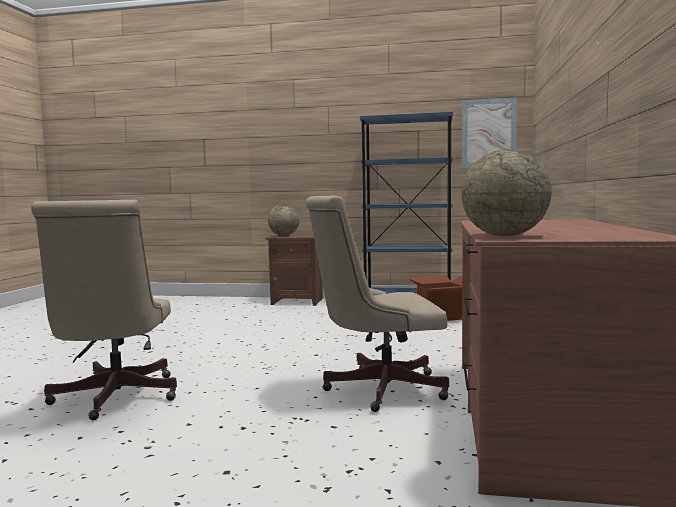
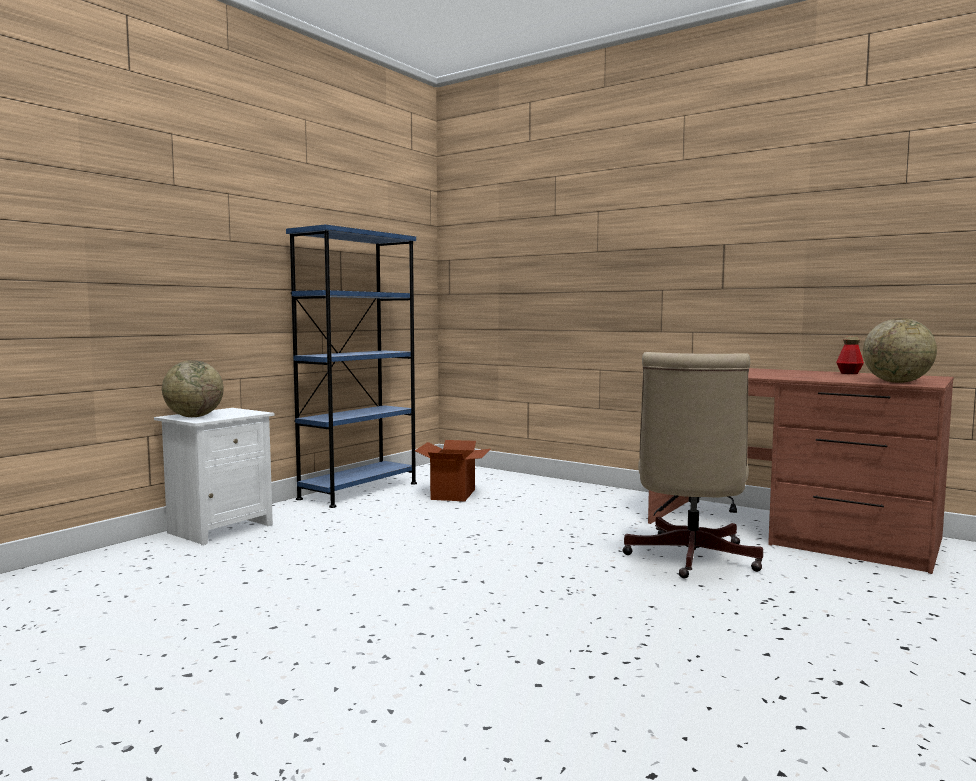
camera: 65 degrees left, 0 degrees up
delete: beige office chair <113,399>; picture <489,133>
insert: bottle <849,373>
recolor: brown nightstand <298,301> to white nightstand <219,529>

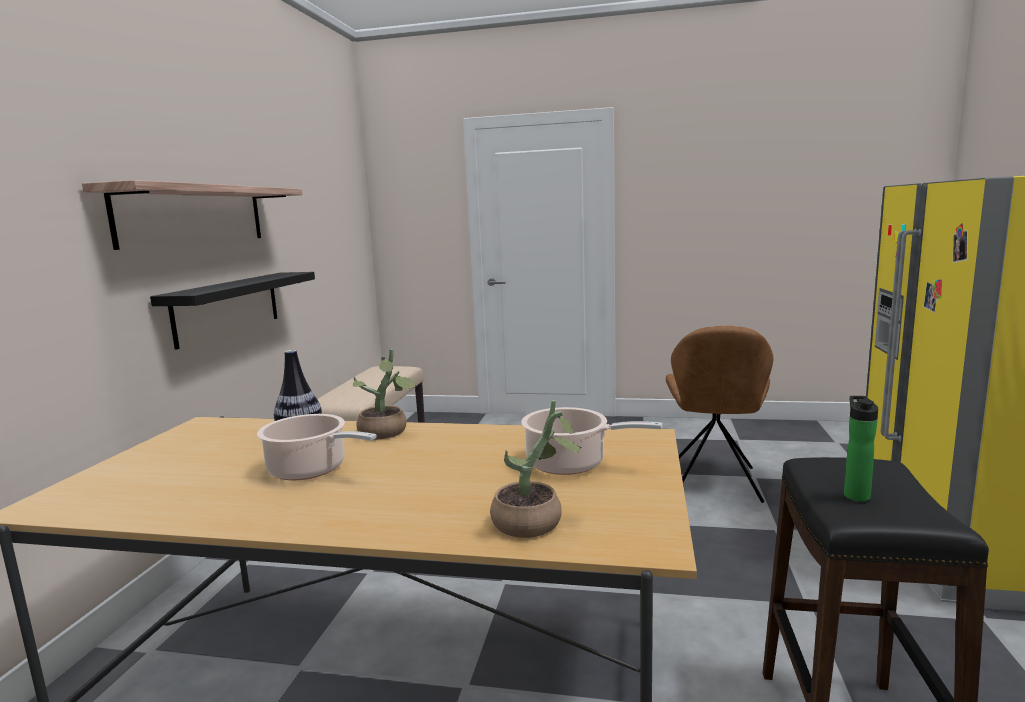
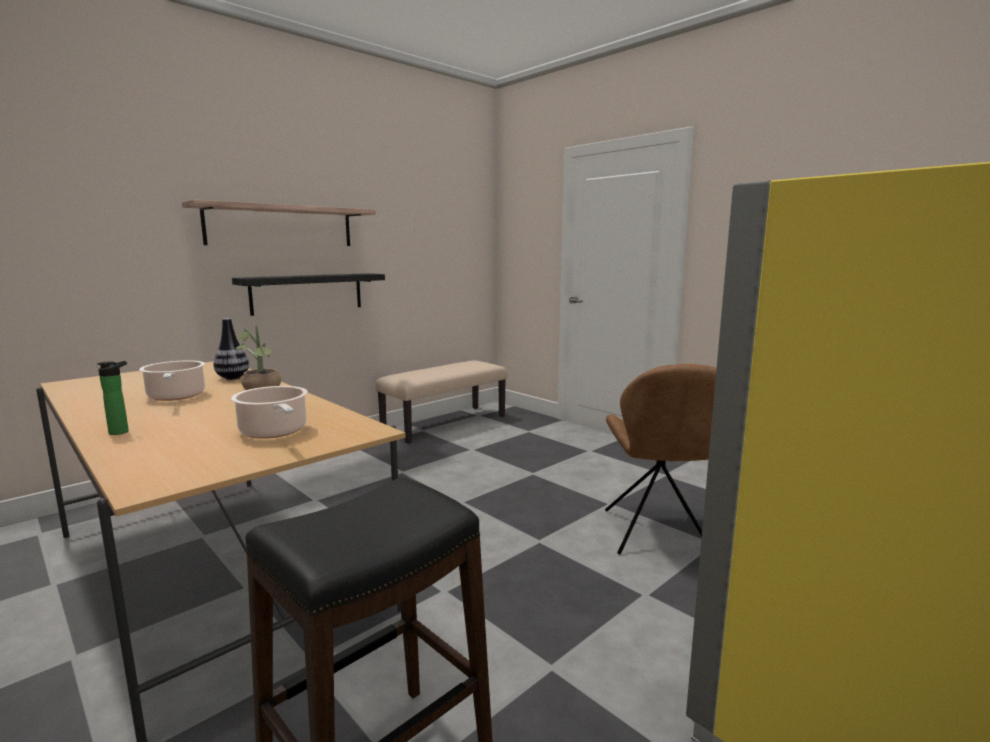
camera: 35 degrees right, 0 degrees up
delete: potted plant <536,523>
move: bottle <855,495> to <122,432>
rotate: brown chair <714,484> = <657,535> 45 degrees counterclockwise

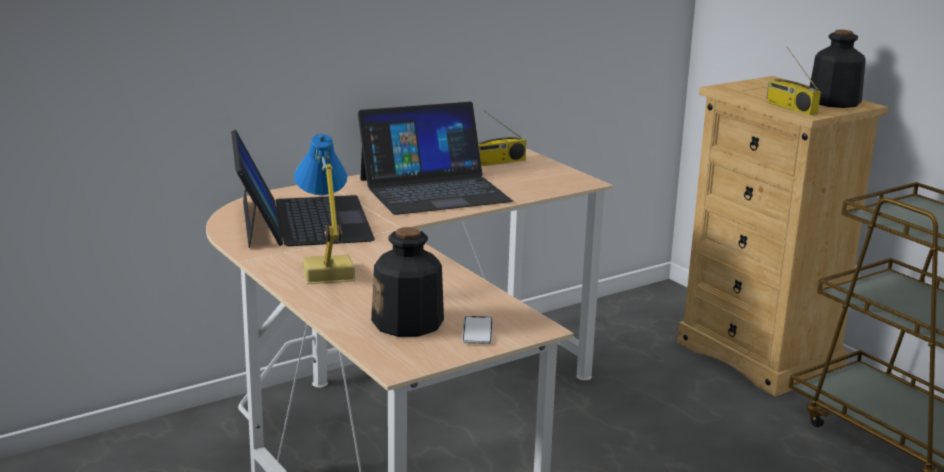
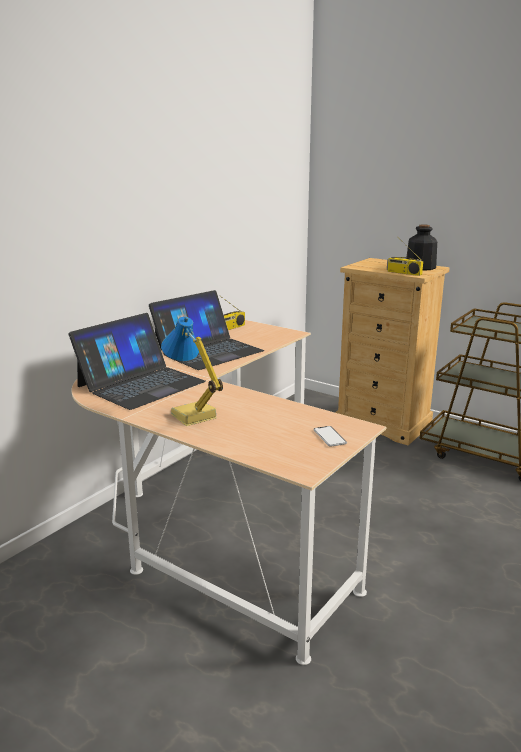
camera: 20 degrees left, 0 degrees up
delete: bottle <408,323>
rotate: laptop <302,221> = <140,384> 75 degrees clockwise

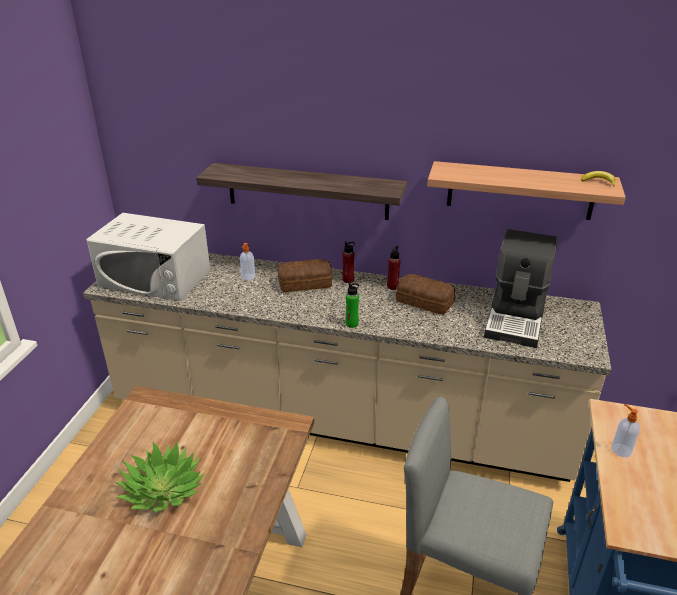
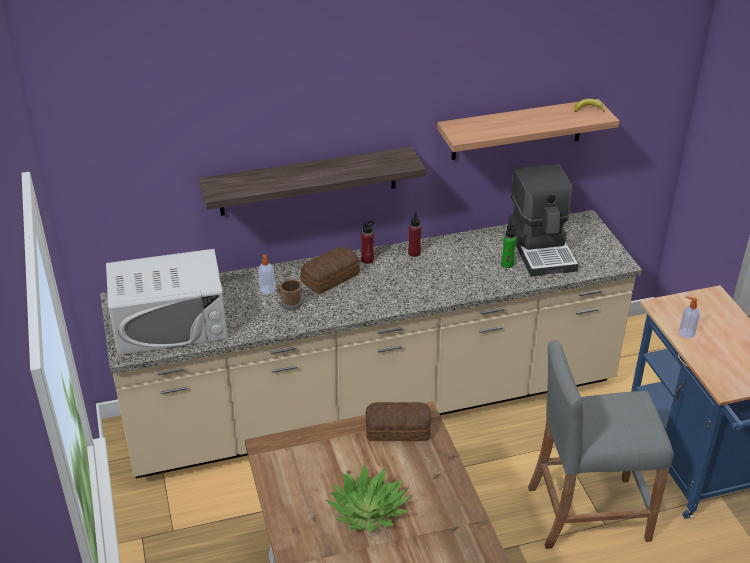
camera: 30 degrees left, 5 degrees up
insert: brown mug <289,303>
move: green bottle <352,324> to <507,264>; bread <425,302> to <399,430>

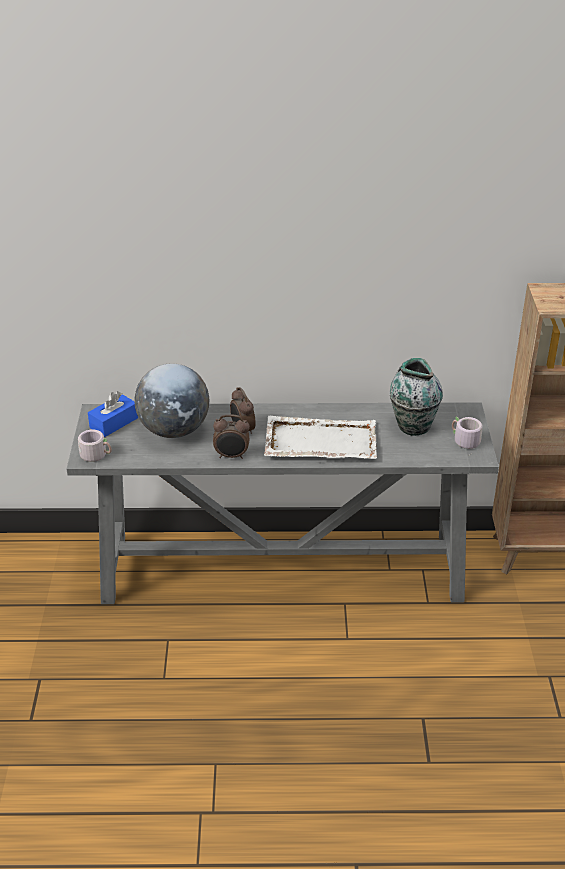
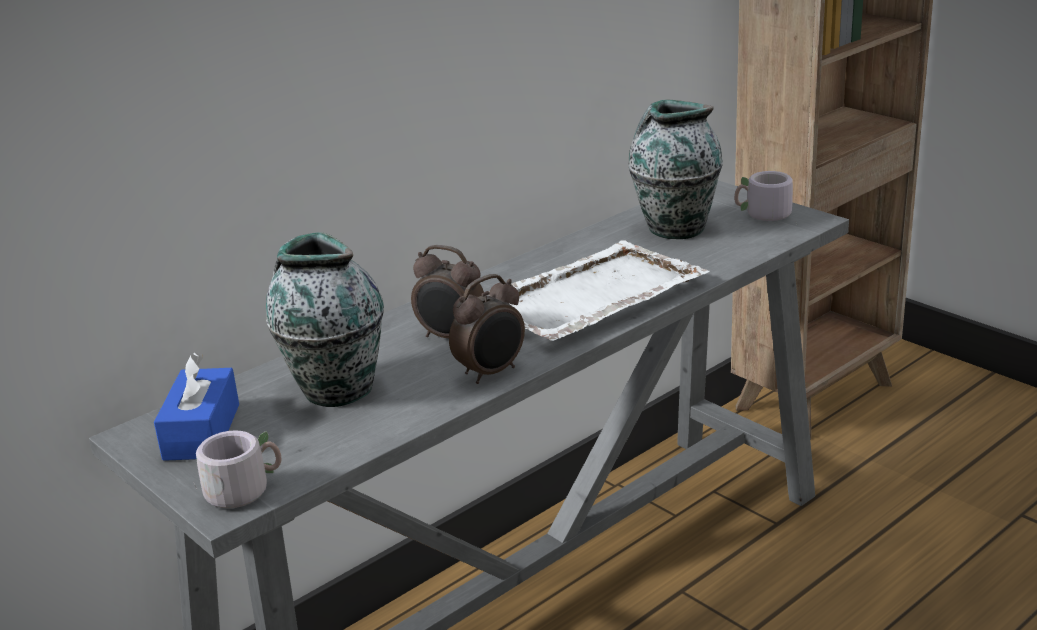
camera: 40 degrees left, 10 degrees down
replace: globe <174,430> to vase <335,389>

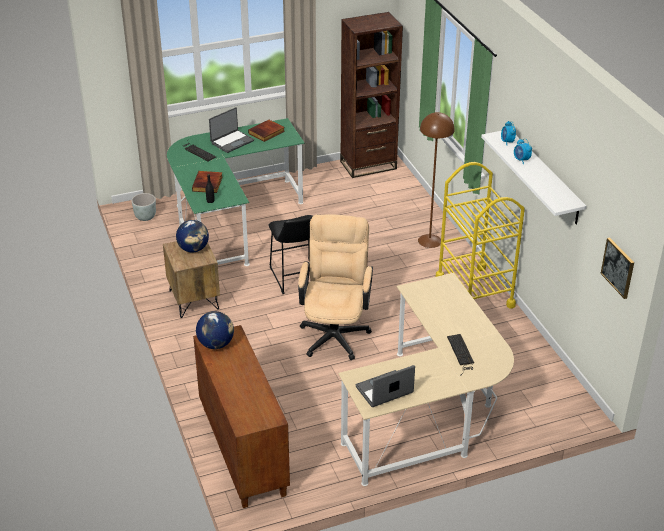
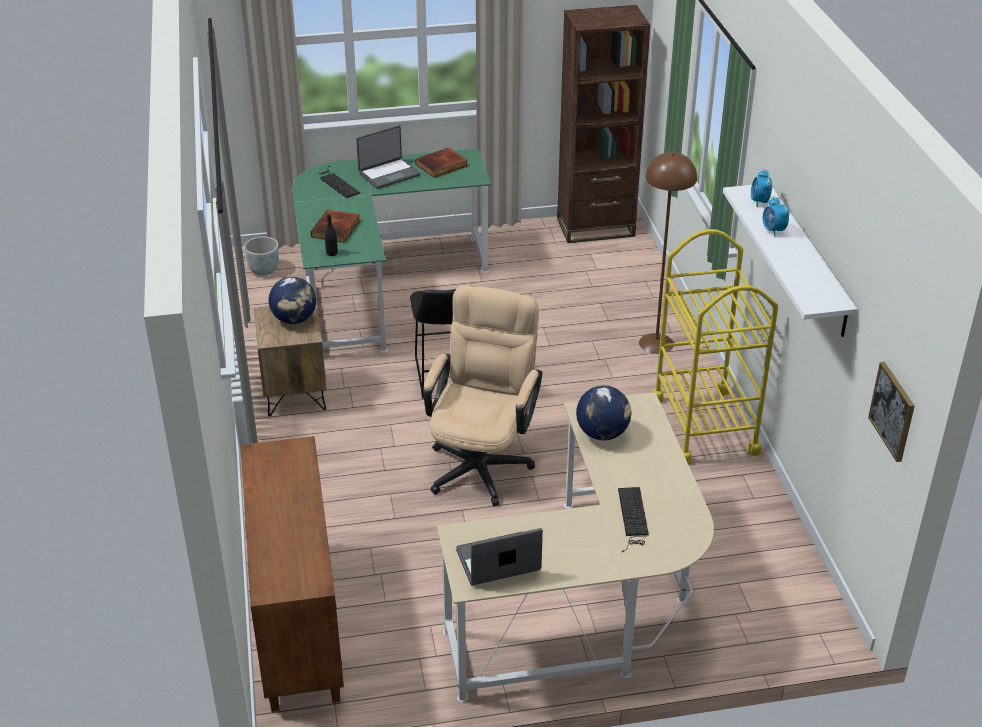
camera: 10 degrees right, 0 degrees up
move: globe <216,344> to <602,433>

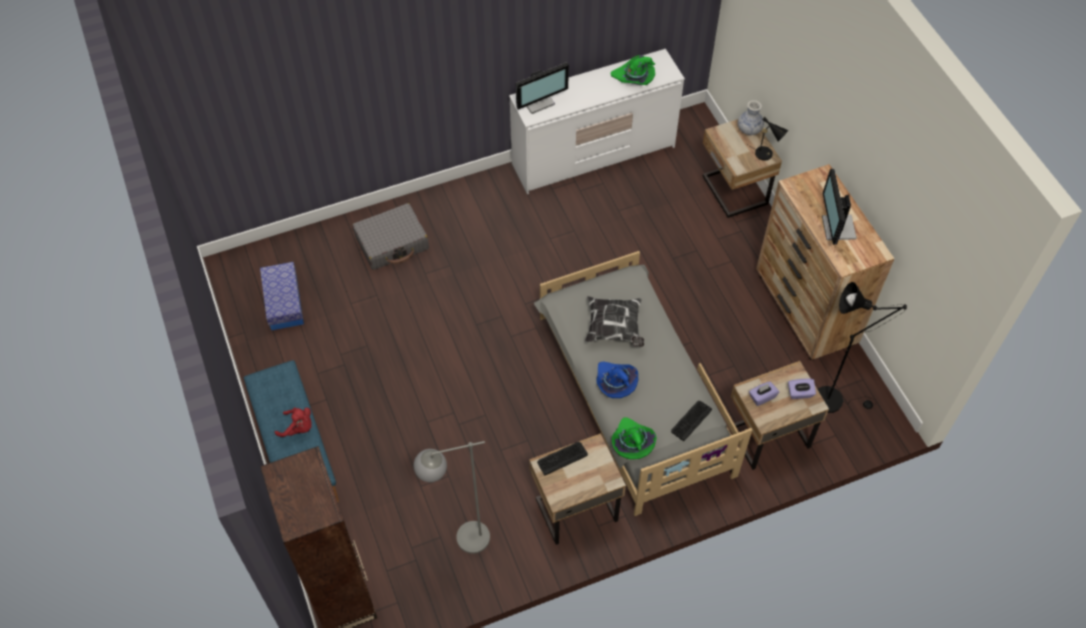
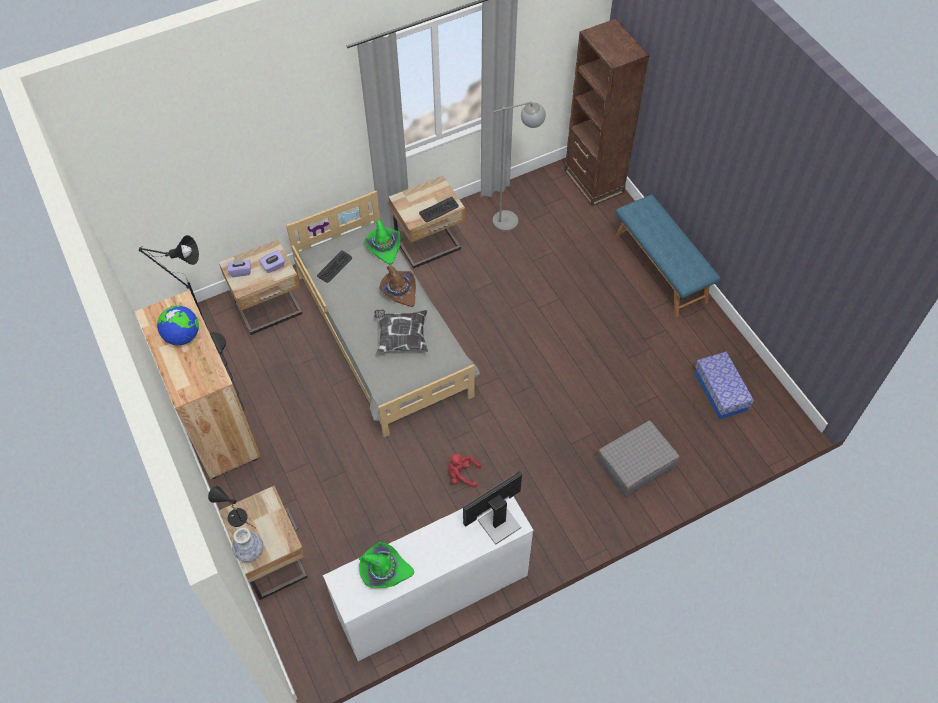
camera: 175 degrees right, 0 degrees up
move: red plush toy <298,428> to <462,475>
replace: monitor <837,228> to globe <183,336>
recolor: blue hat <615,383> to brown hat <399,291>

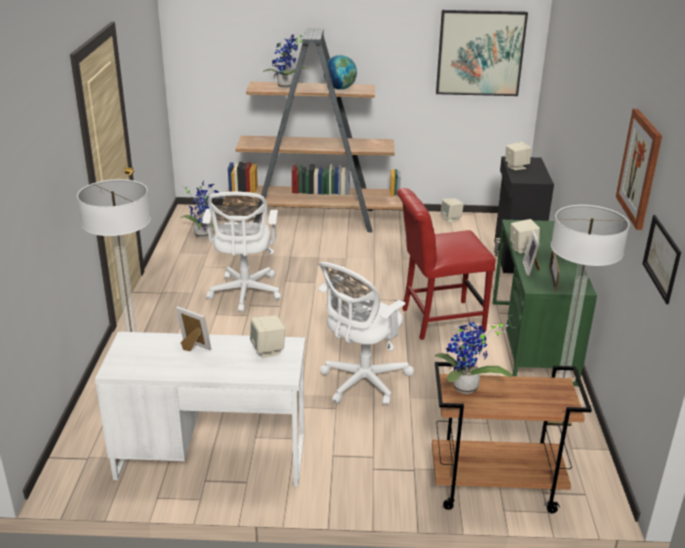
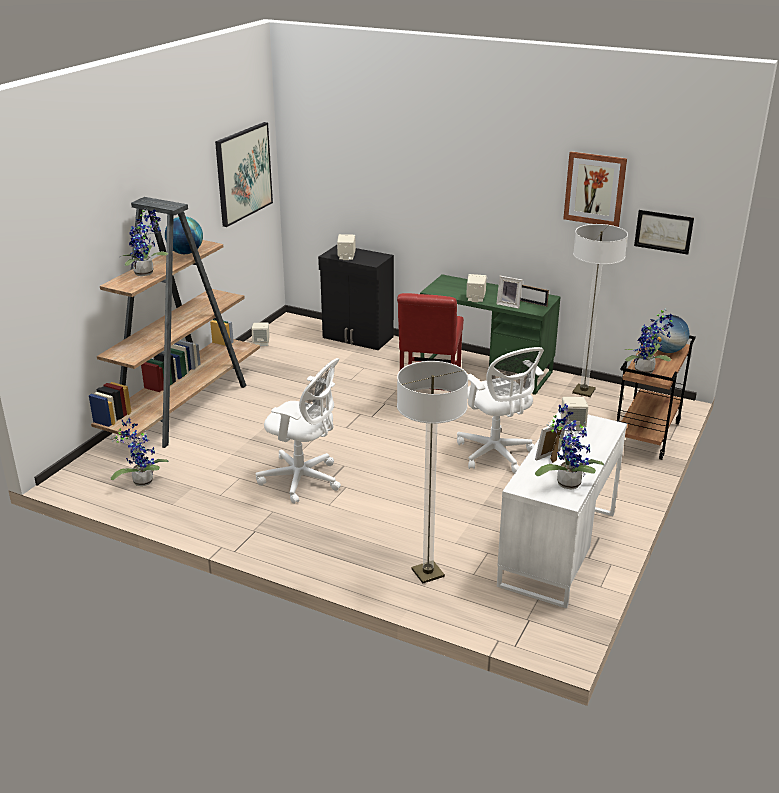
camera: 65 degrees left, 0 degrees up
insert: potted plant <566,482>; globe <666,351>

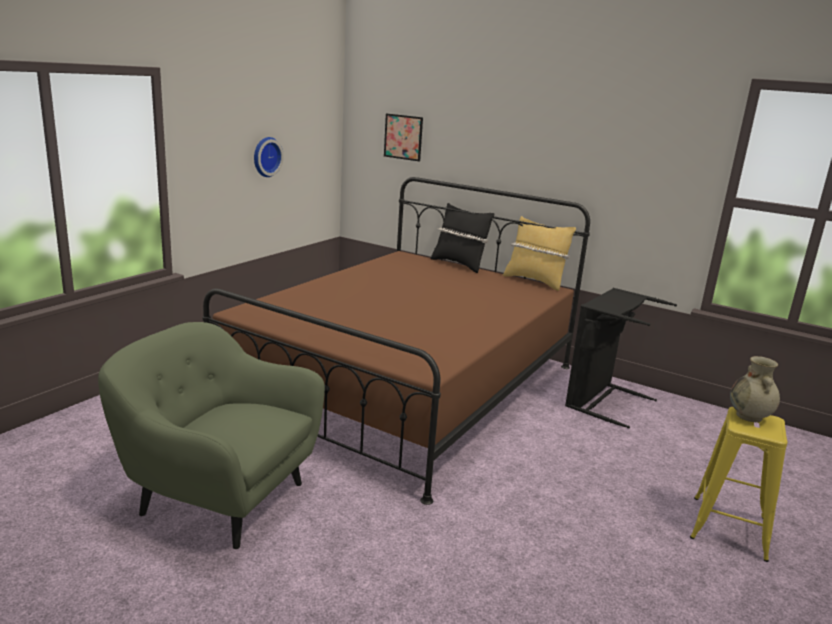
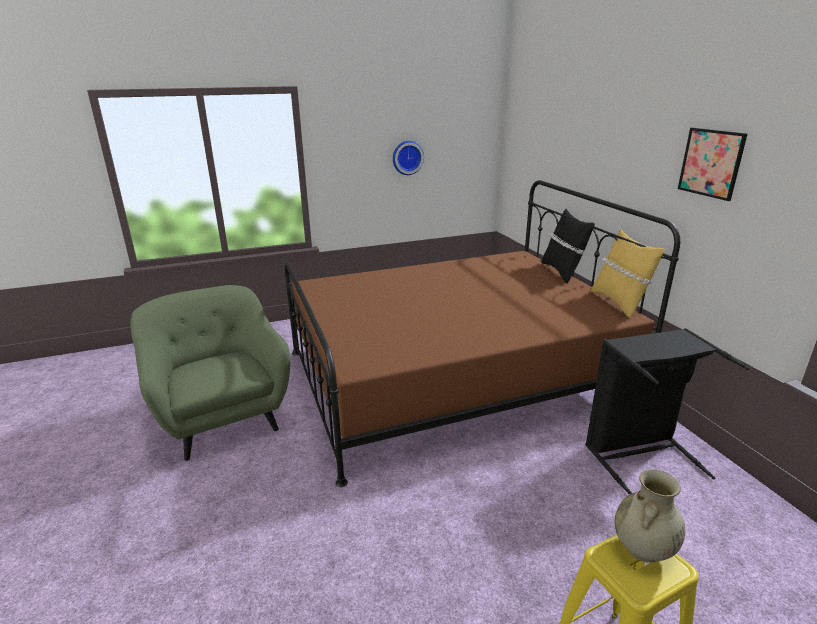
camera: 40 degrees right, 5 degrees up
move: picture <403,137> to <711,163>

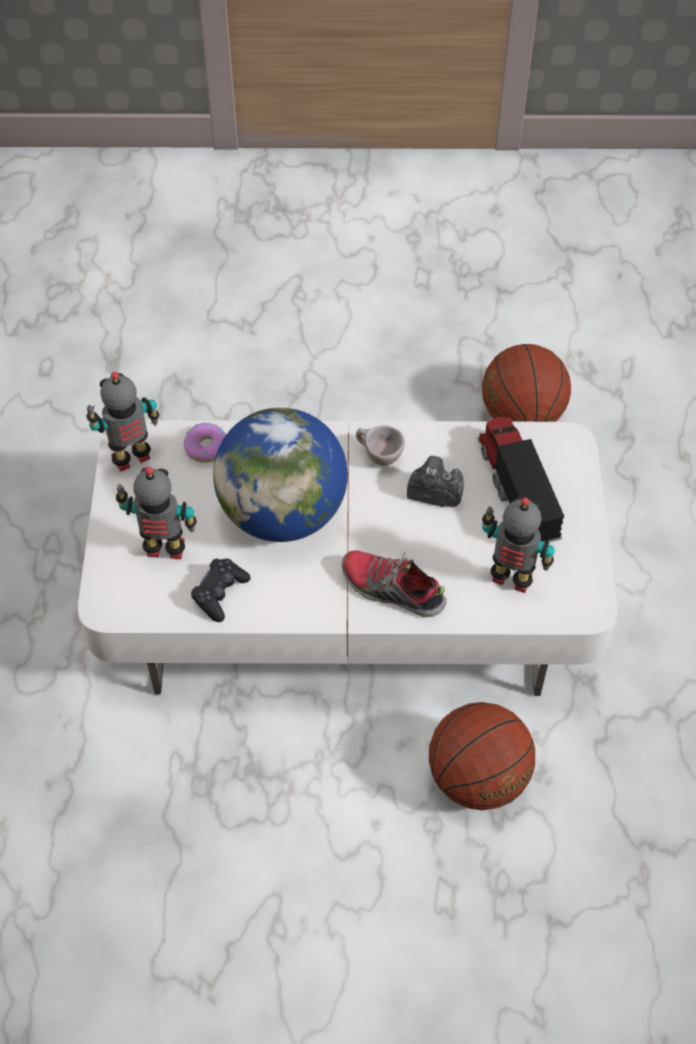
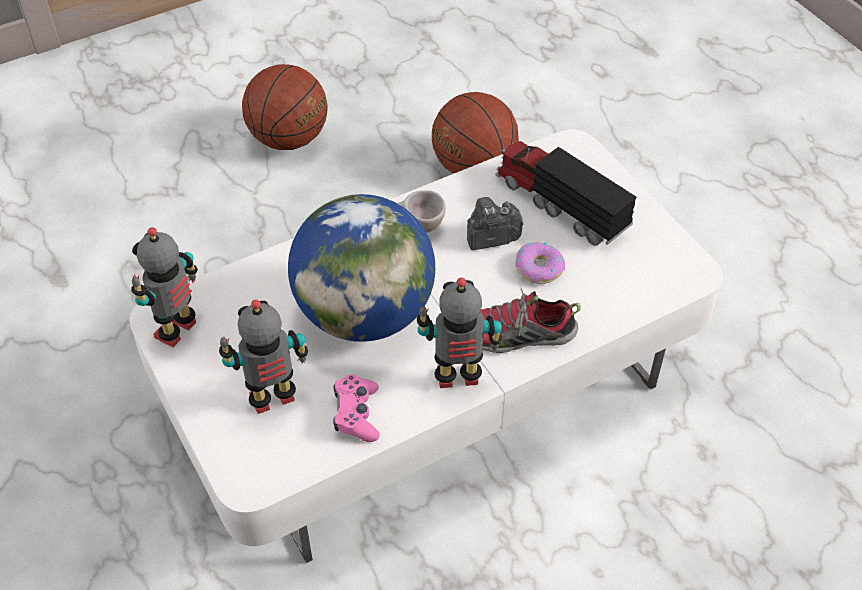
camera: 30 degrees left, 5 degrees down
move: donut <206,447> to <539,268>; basketball <477,778> to <289,139>; toy robot <510,581> to <458,379>
recolor: black game controller <220,593> to pink game controller <356,414>

